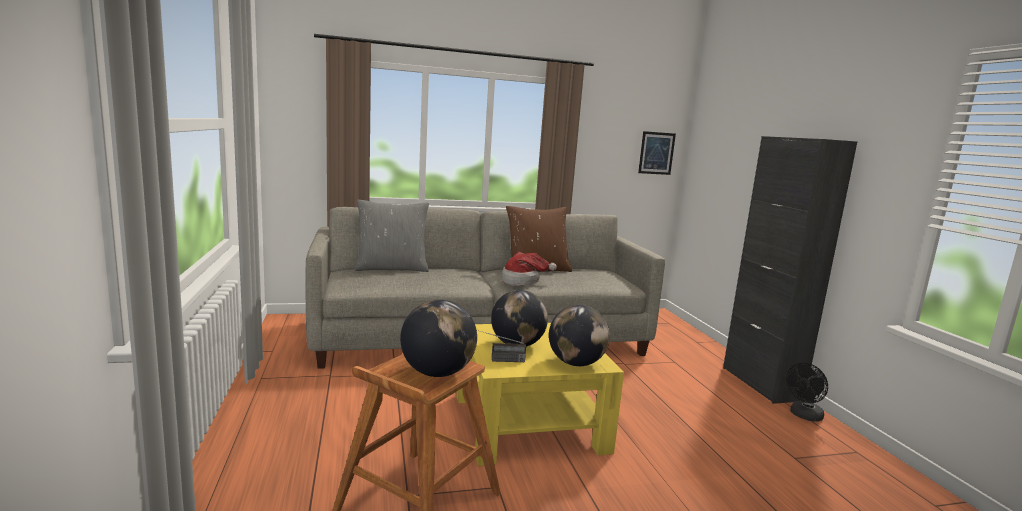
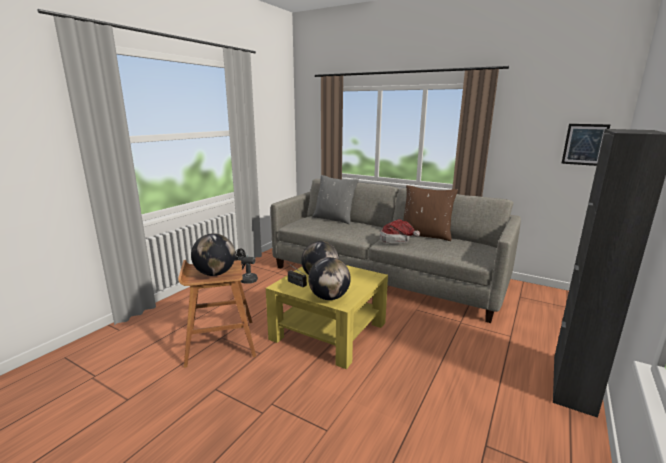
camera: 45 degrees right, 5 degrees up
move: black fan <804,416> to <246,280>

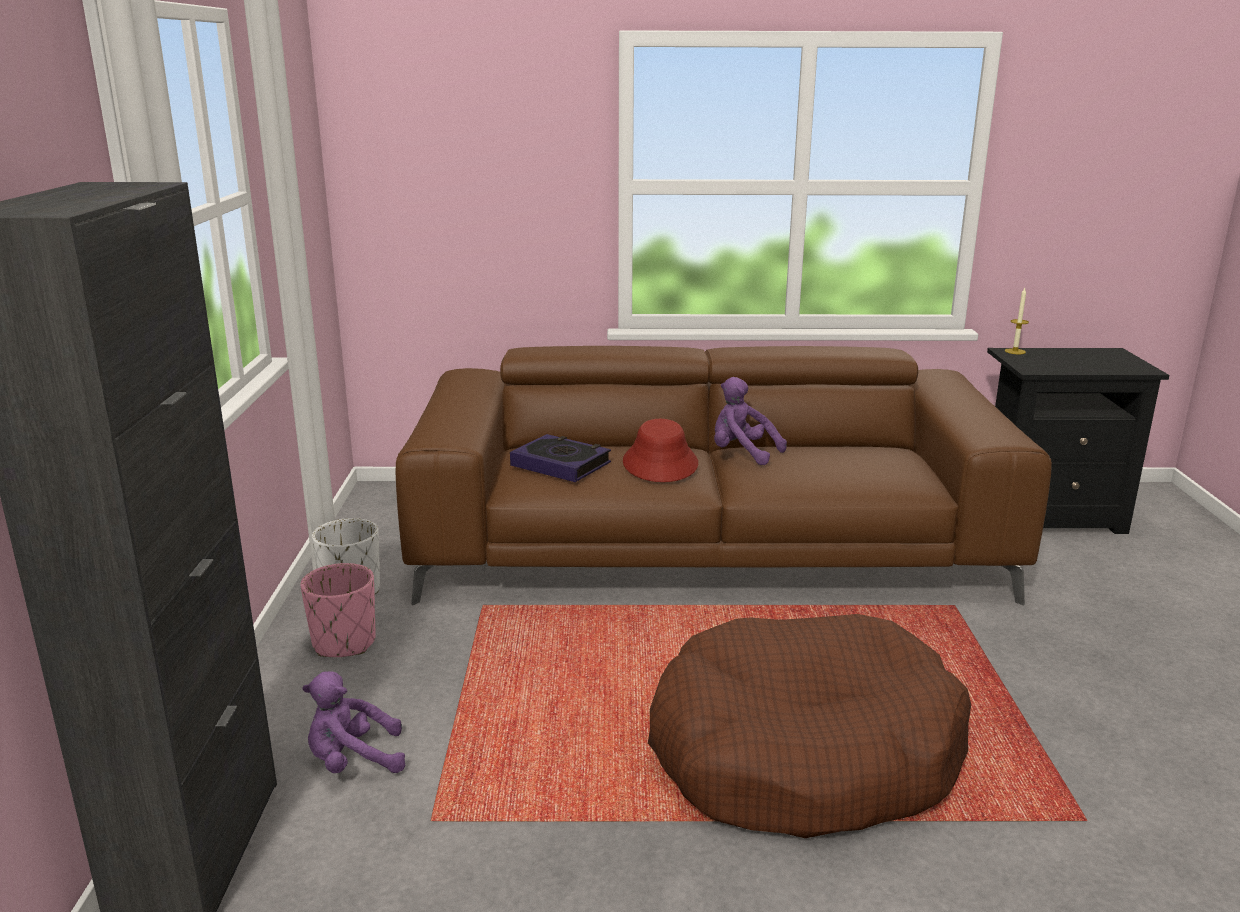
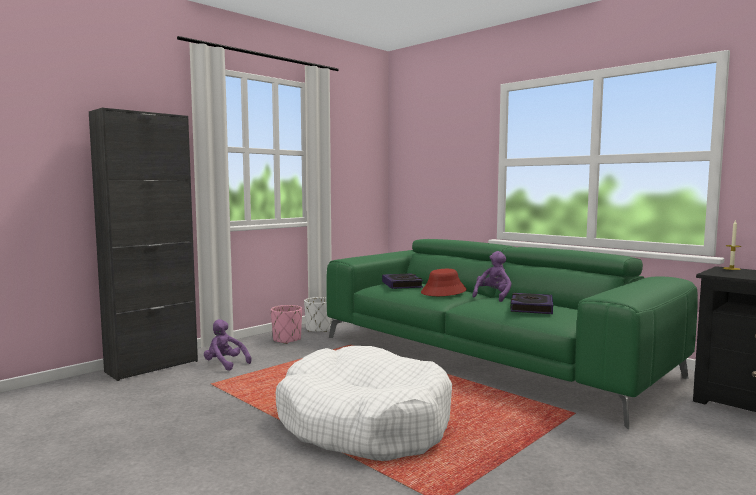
camera: 45 degrees right, 15 degrees down
insert: book <531,308>
recolor: brown sofa <707,545> to green sofa <487,355>; brown dog bed <802,754> to white dog bed <363,423>
rotate: purple plush toy <742,453> = <493,296> 45 degrees clockwise

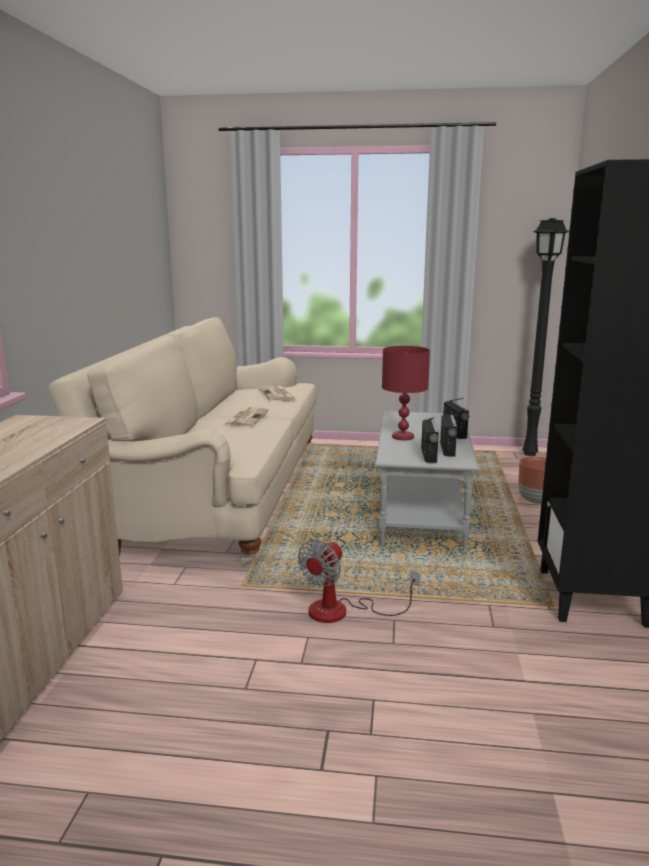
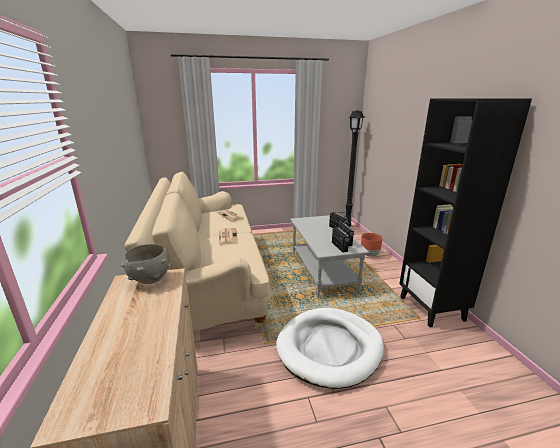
camera: 20 degrees left, 5 degrees up
delete: red table lamp <402,437>
insert: grey bowl <149,280>
replace: fan <342,611> to white dog bed <329,348>

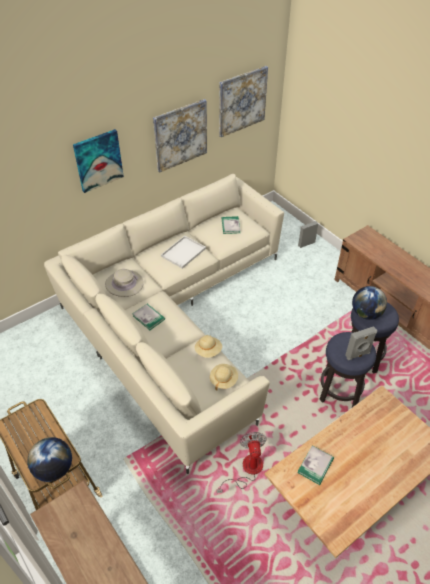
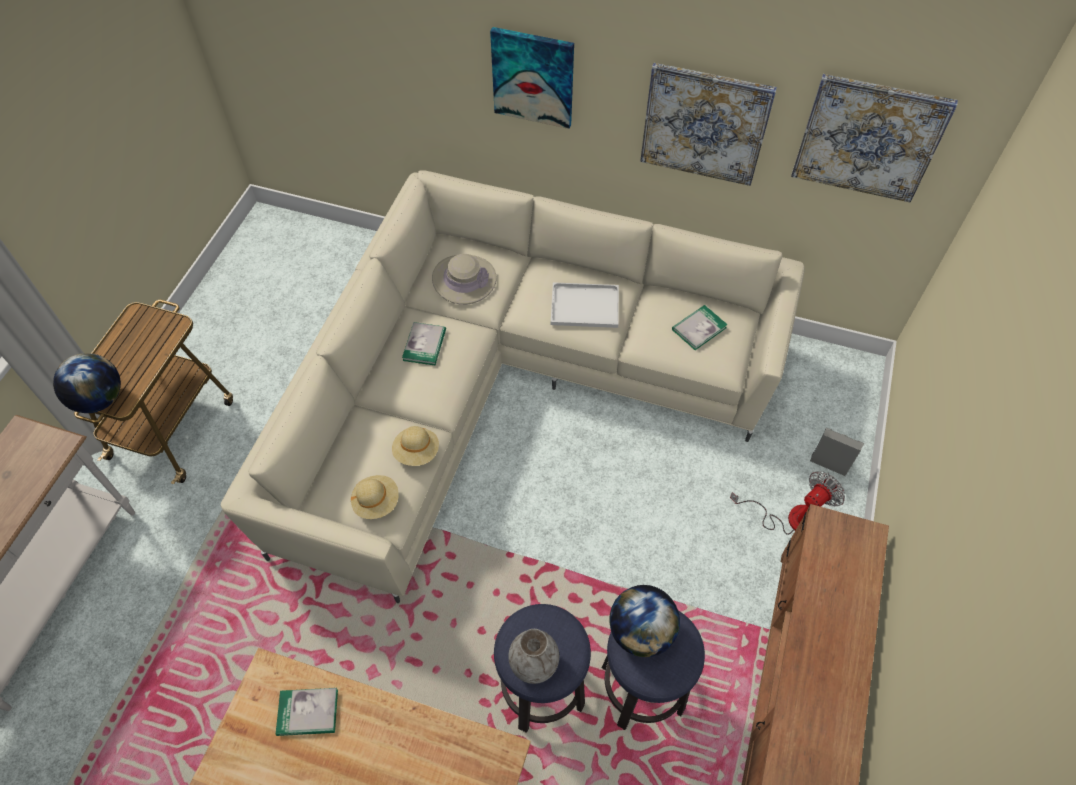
camera: 55 degrees right, 10 degrees up
move: fan <247,470> to <791,518>
replace: grey speaker <358,355> to grey vase <534,664>

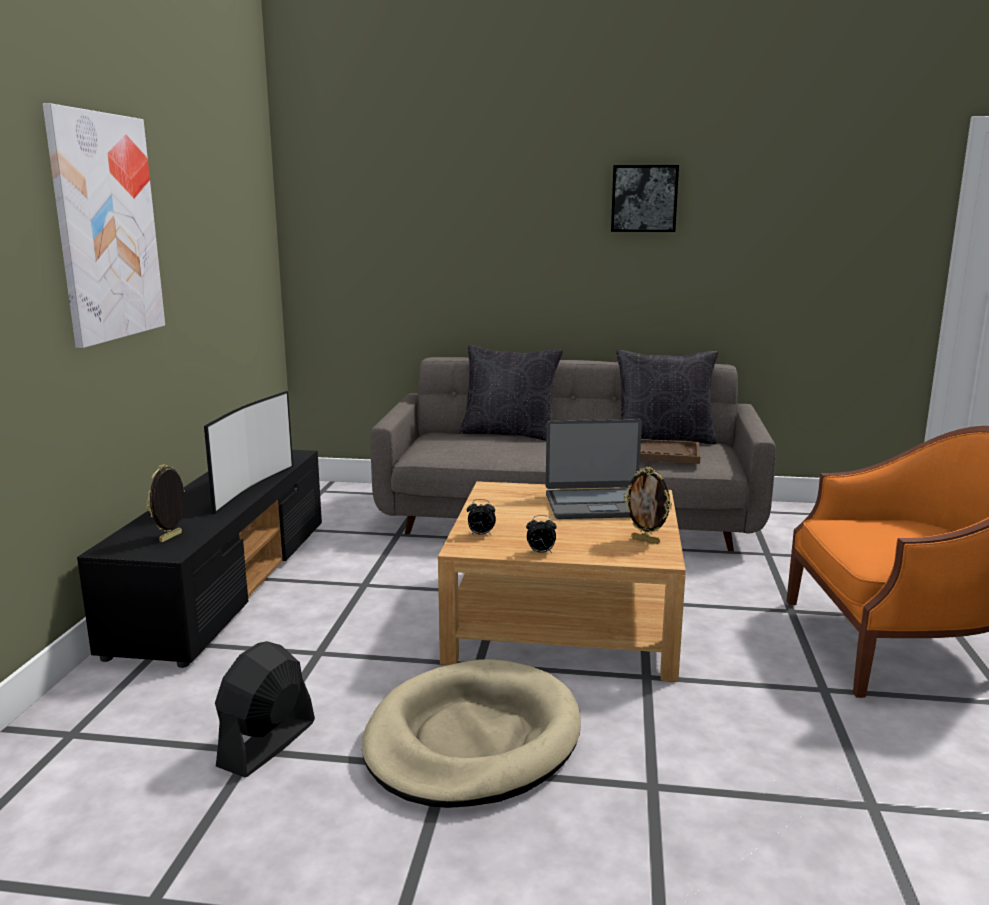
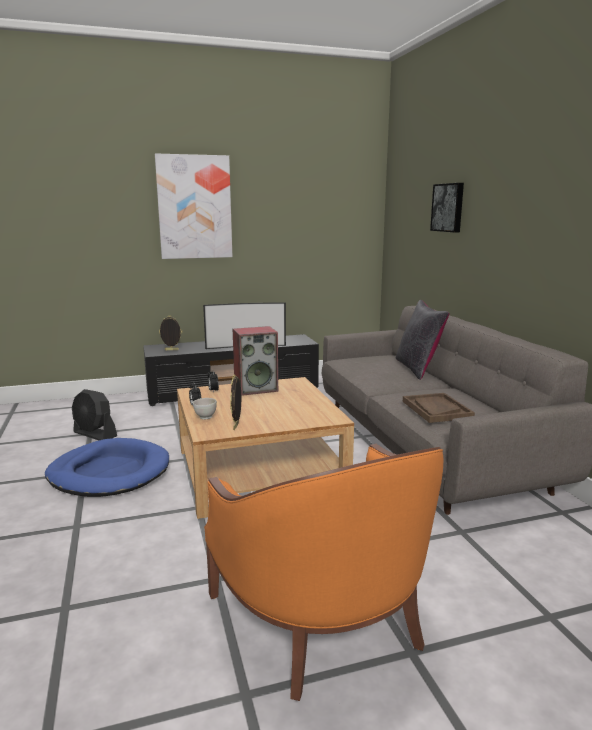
camera: 65 degrees right, 0 degrees up
delete: laptop <598,505>; black pillow <663,439>
insert: white bowl <205,417>; speaker <256,388>
move: picture <644,198> to <448,207>
recolor: beige dog bed <472,740> to blue dog bed <109,472>
rotate: black fan <267,744> = <95,434> 150 degrees counterclockwise

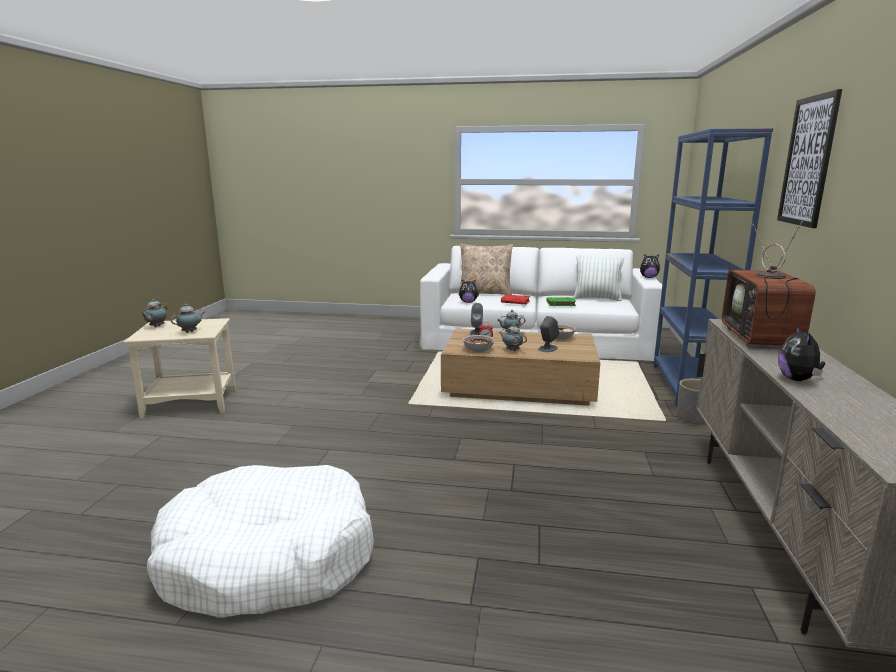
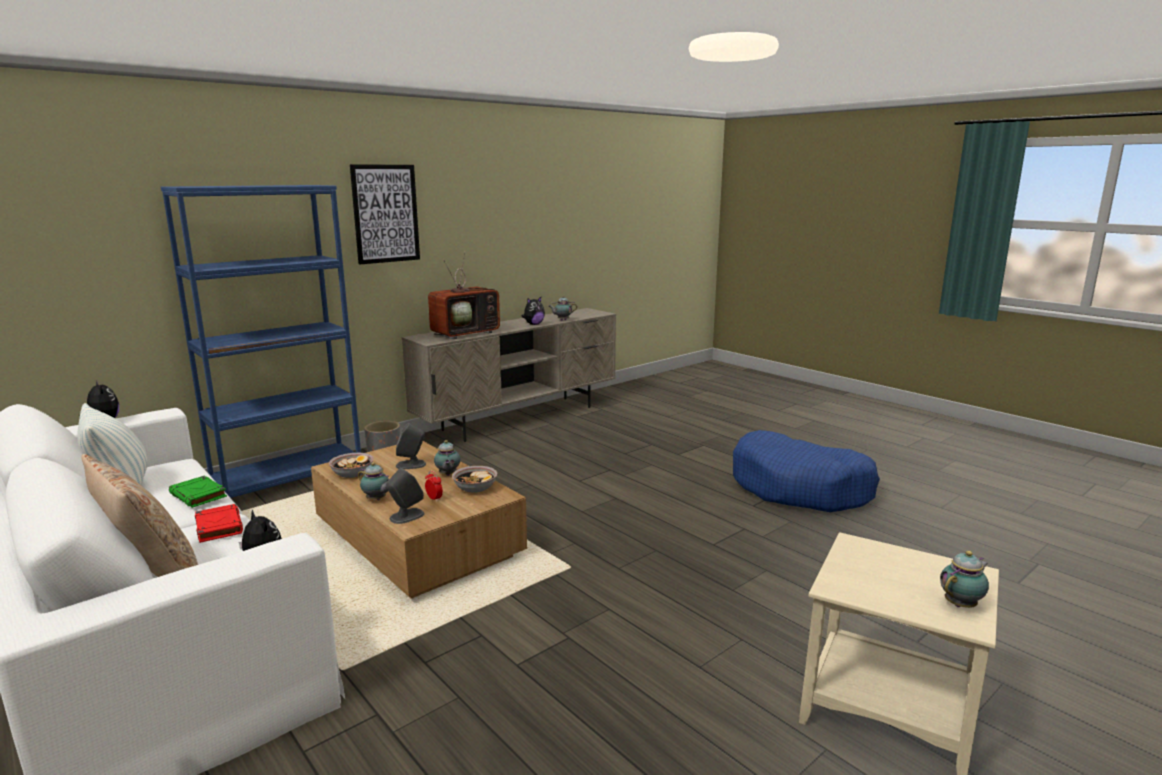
camera: 140 degrees left, 0 degrees up
move: teapot <190,332> to <562,320>
recolor: white dog bed <268,558> to blue dog bed <800,488>

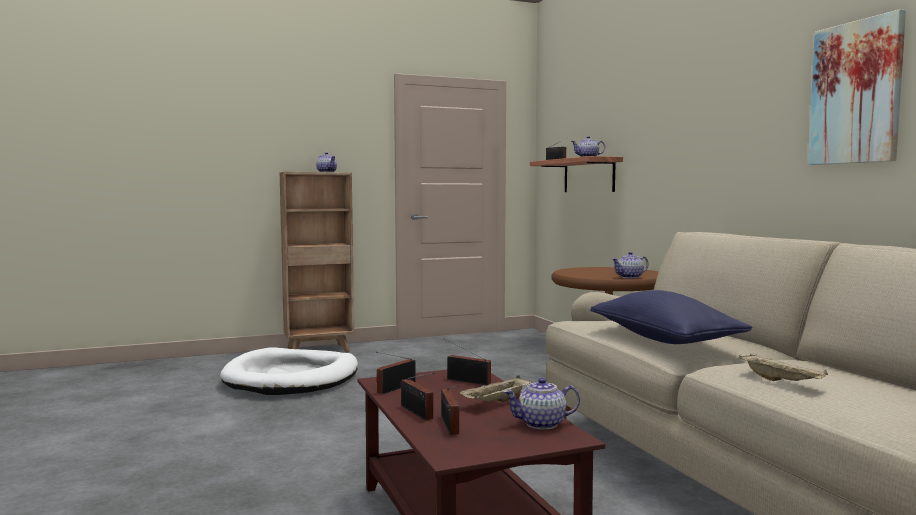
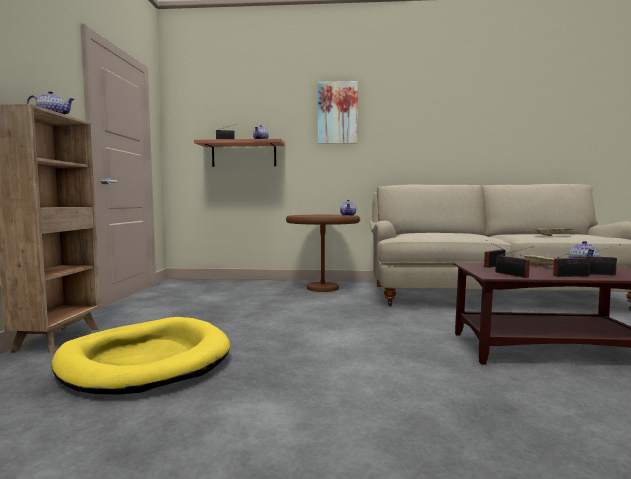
camera: 65 degrees left, 0 degrees up
delete: blue pillow <664,339>
move: picture <856,93> to <337,113>
recolor: white dog bed <292,378> to yellow dog bed <145,361>

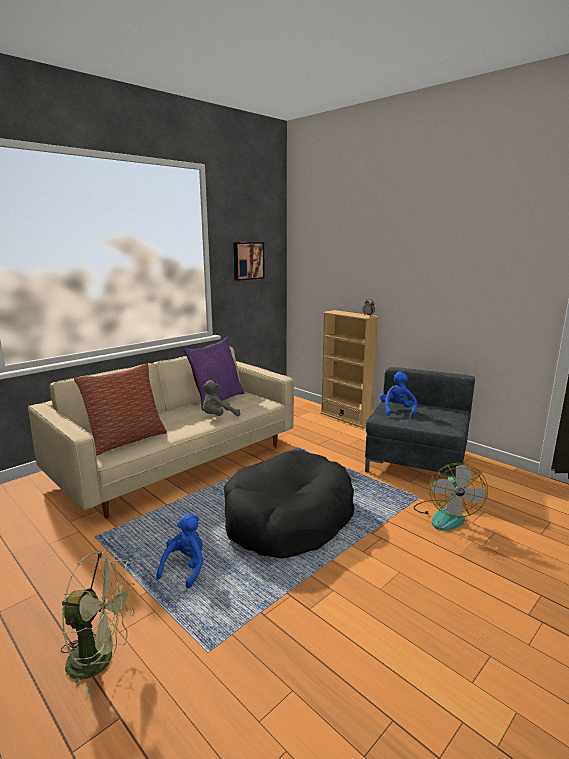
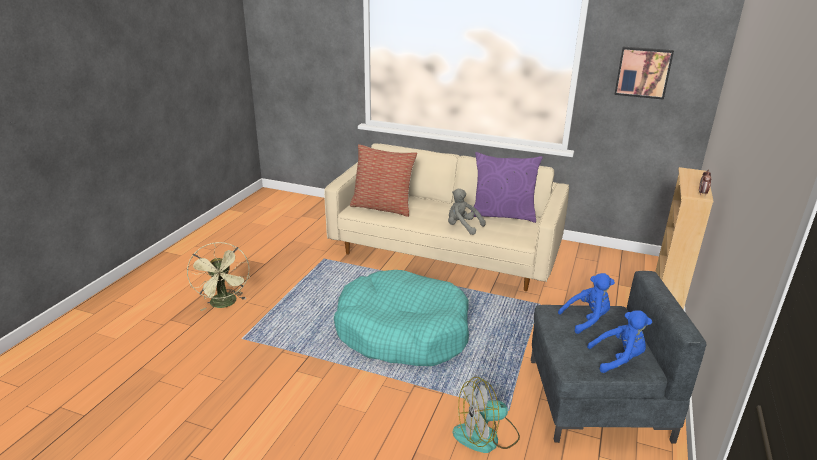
camera: 65 degrees right, 10 degrees up
move: blue plush toy <185,568> to <618,359>
recolor: black dog bed <288,518> to turquoise dog bed <402,332>

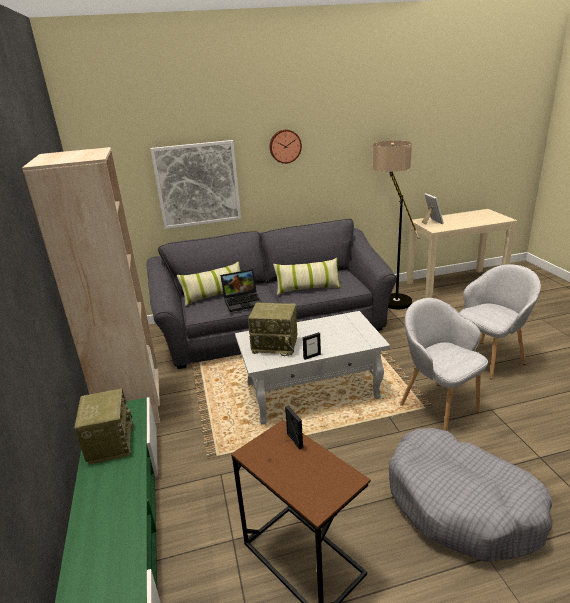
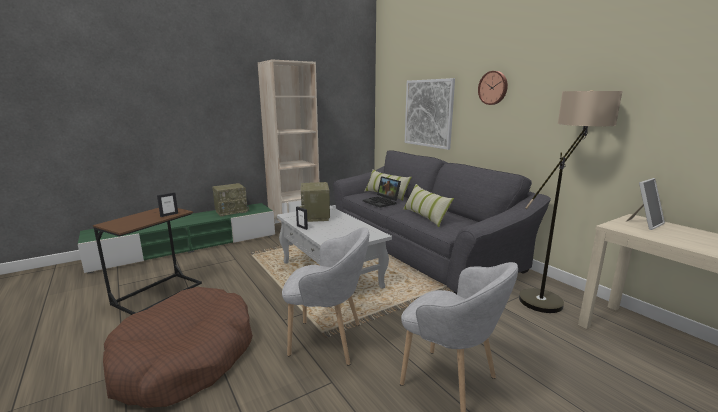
camera: 70 degrees right, 10 degrees down
recolor: grey dog bed <462,504> to brown dog bed <185,358>
rotate: grey armchair <437,405> = <328,341> 60 degrees clockwise

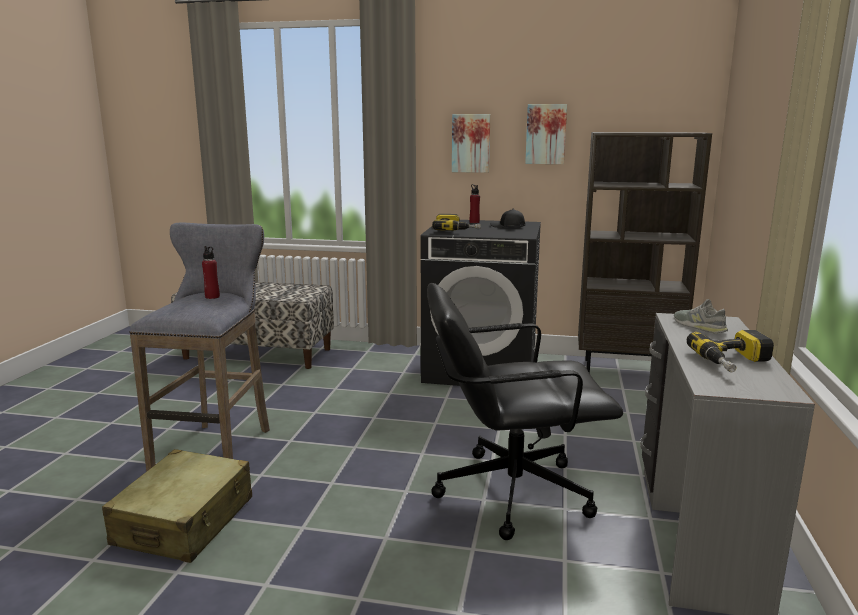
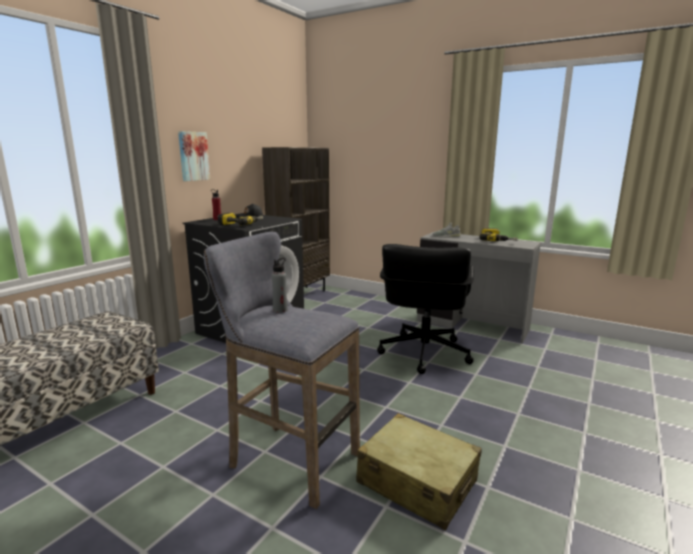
camera: 70 degrees left, 0 degrees up
delete: picture <546,134>
recolor: red bottle <212,297> to grey bottle <280,310>

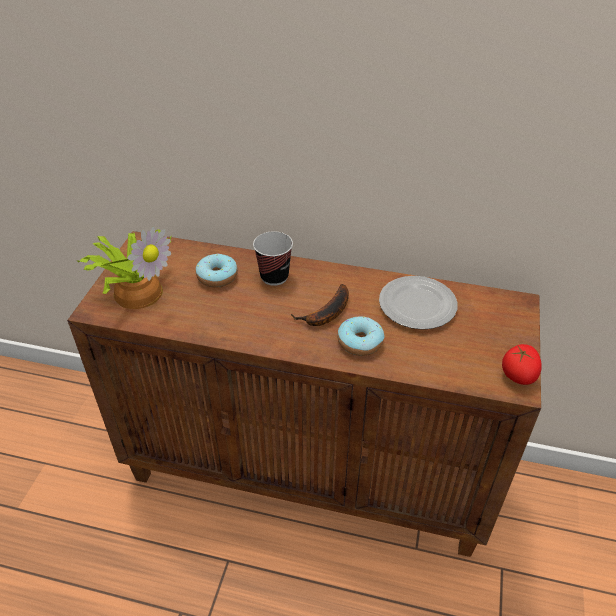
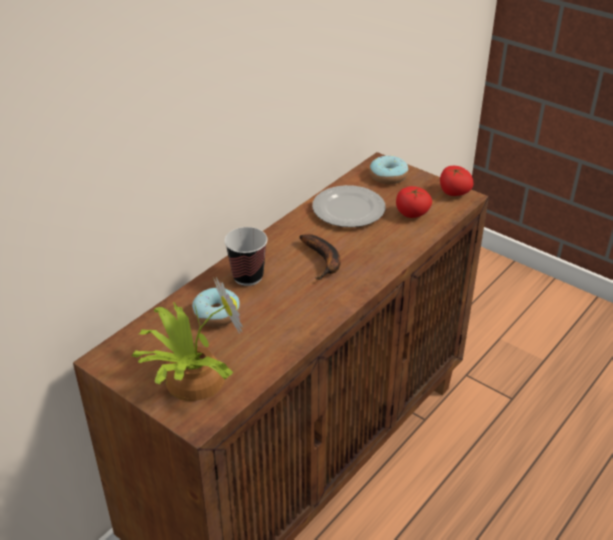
camera: 65 degrees left, 5 degrees down
insert: tomato <412,214>
move: donut <360,342> to <388,176>

